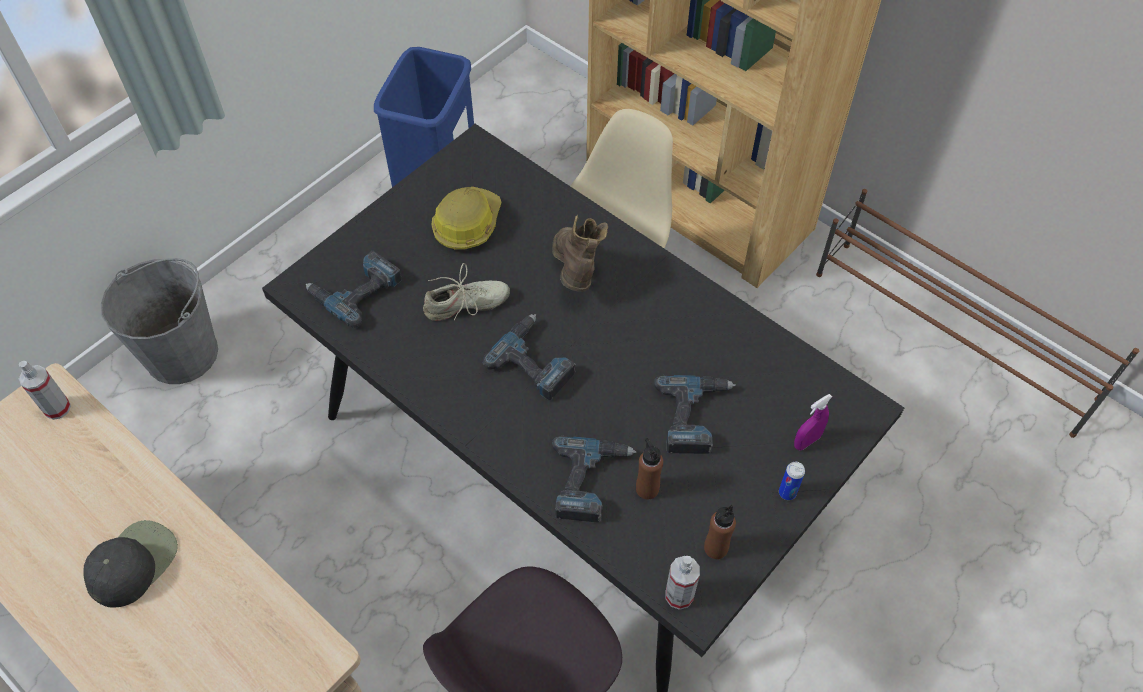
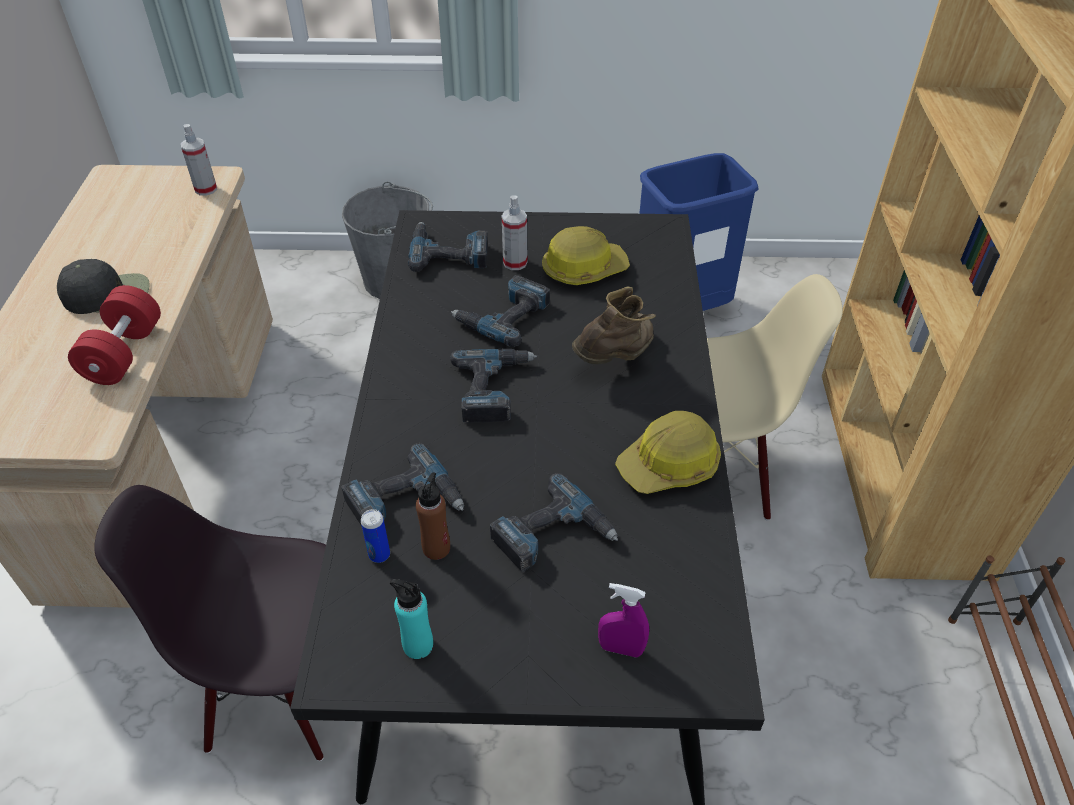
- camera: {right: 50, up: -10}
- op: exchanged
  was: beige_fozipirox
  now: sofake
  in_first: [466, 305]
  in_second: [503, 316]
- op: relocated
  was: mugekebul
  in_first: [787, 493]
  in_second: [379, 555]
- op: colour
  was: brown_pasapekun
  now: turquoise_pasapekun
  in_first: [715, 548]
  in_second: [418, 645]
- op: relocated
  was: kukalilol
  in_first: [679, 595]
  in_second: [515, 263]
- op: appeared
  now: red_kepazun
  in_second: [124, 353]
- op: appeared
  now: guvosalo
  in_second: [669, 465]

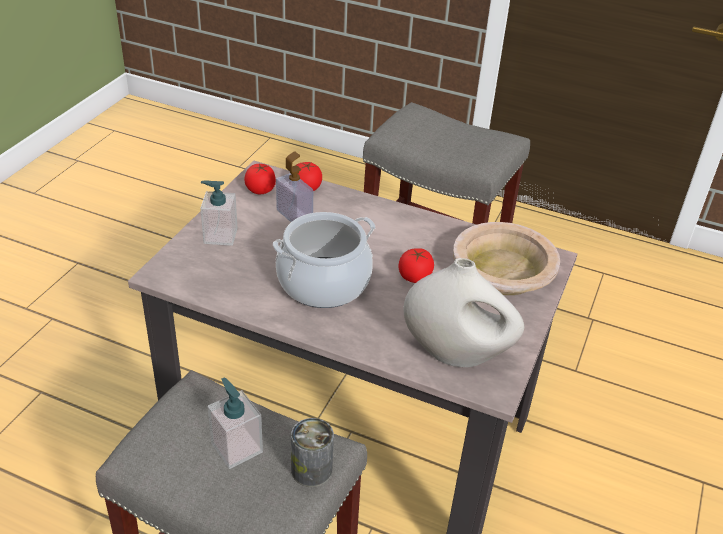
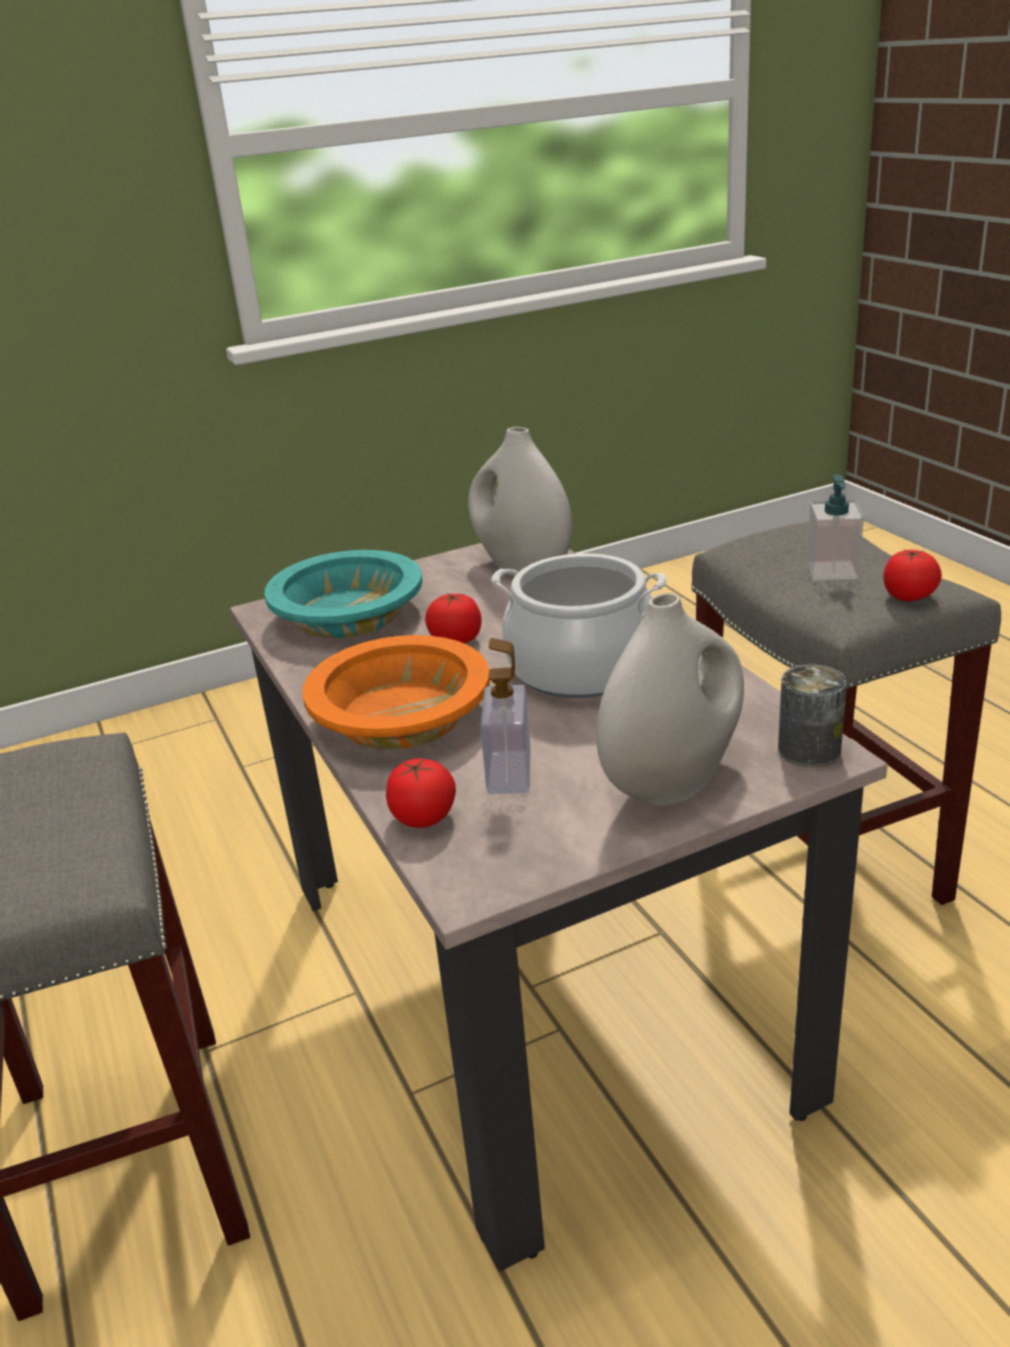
- camera: {right: -135, up: -10}
- op: relocated
  was: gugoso
  in_first: [260, 190]
  in_second: [909, 596]
- op: exchanged
  was: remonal
  now: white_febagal
  in_first: [220, 236]
  in_second: [673, 781]
- op: colour
  was: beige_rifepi
  now: turquoise_rifepi
  in_first: [502, 272]
  in_second: [349, 614]
- op: relocated
  was: mugekebul
  in_first: [311, 469]
  in_second: [809, 750]
- op: appeared
  now: orange_rifepi
  in_second: [401, 716]

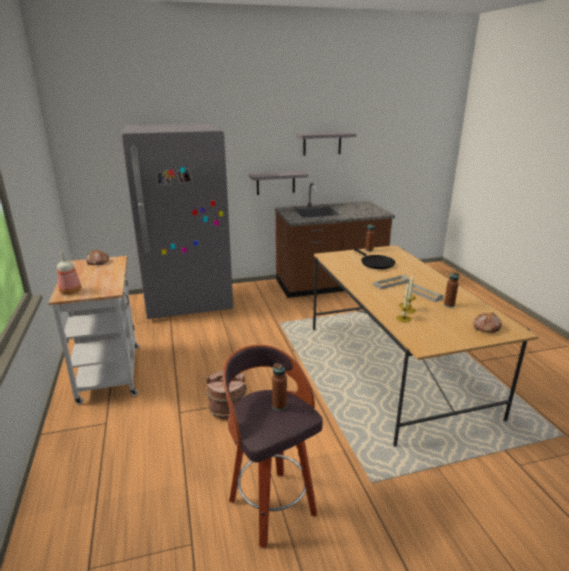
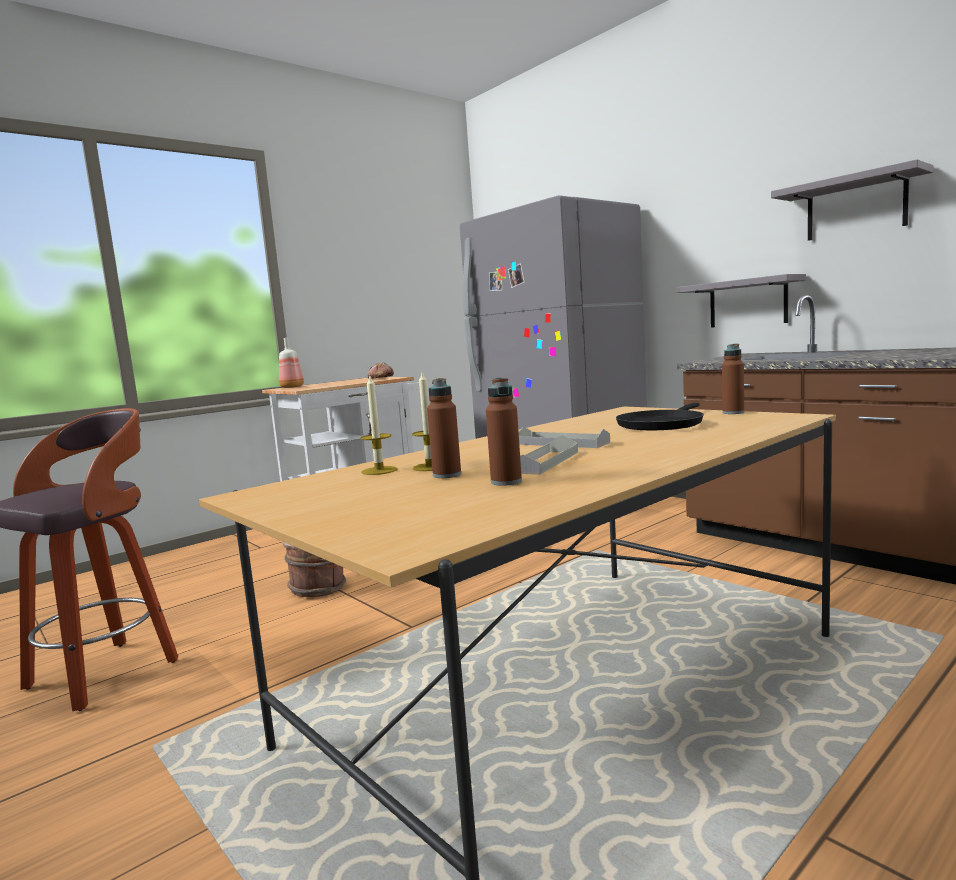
- camera: {right: 65, up: -15}
- op: missing
  was: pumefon
  in_first: [486, 327]
- op: relocated
  was: brown_pasapekun
  in_first: [279, 406]
  in_second: [447, 475]

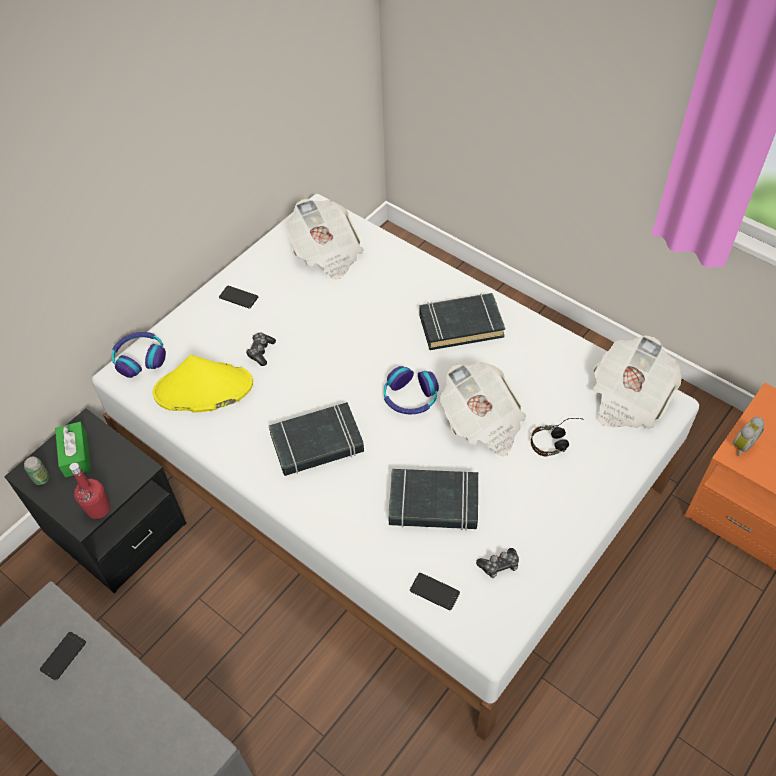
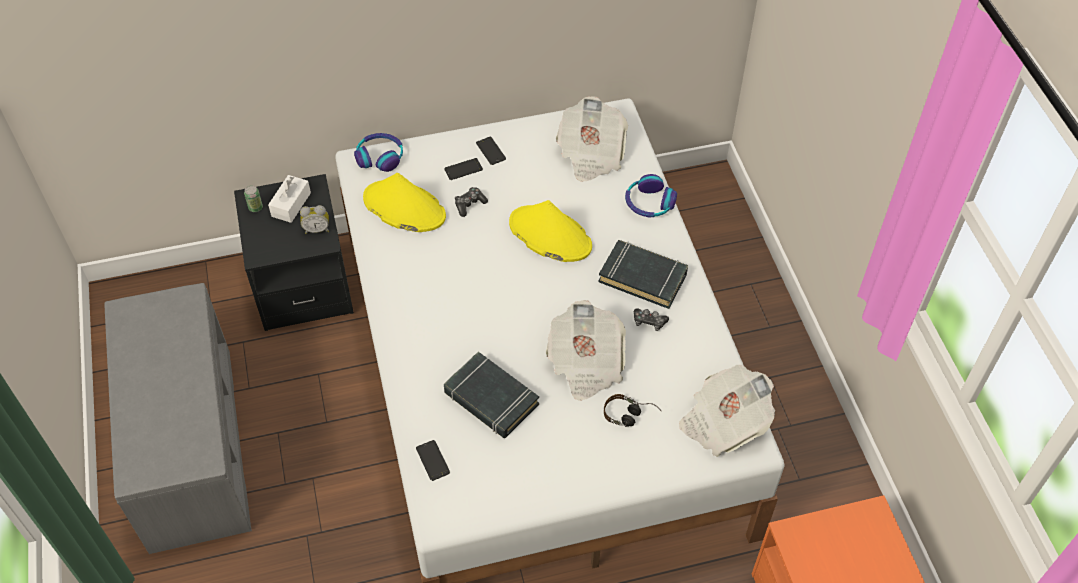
- camera: {right: 35, up: 0}
- op: relocated
  was: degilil
  in_first: [410, 397]
  in_second: [649, 203]
- op: missing
  was: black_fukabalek
  in_first: [317, 443]
- op: relocated
  was: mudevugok
  in_first: [741, 445]
  in_second: [317, 229]
- op: colour
  was: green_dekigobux
  now: white_dekigobux
  in_first: [76, 454]
  in_second: [291, 204]
- op: missing
  was: red_pasapekun
  in_first: [98, 509]
- op: relocated
  was: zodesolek
  in_first: [499, 566]
  in_second: [649, 322]
- op: relocated
  was: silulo
  in_first: [63, 656]
  in_second: [463, 169]
- op: appeared
  now: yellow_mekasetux
  in_second: [549, 235]

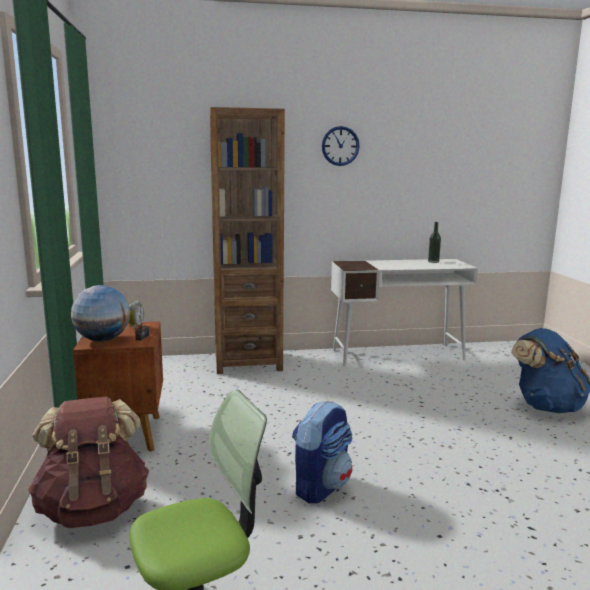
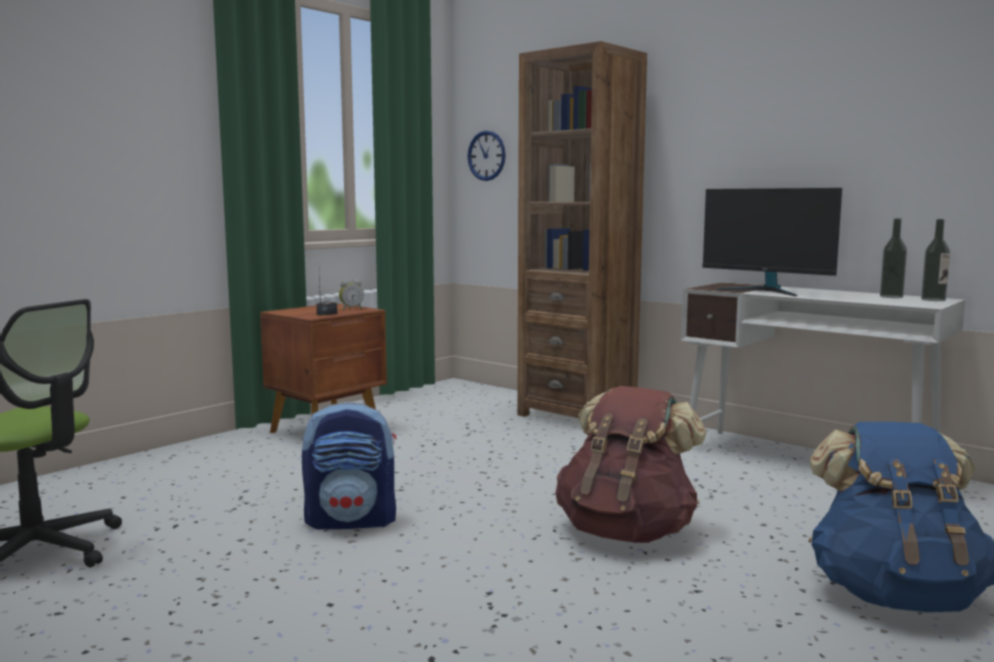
- camera: {right: 50, up: -5}
- op: relocated
  was: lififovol
  in_first: [340, 146]
  in_second: [486, 155]
- op: missing
  was: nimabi
  in_first: [103, 340]
- op: relocated
  was: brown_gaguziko
  in_first: [93, 508]
  in_second: [626, 532]
- op: appeared
  now: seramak
  in_second: [766, 291]
- op: appeared
  now: pasapekun
  in_second: [933, 300]

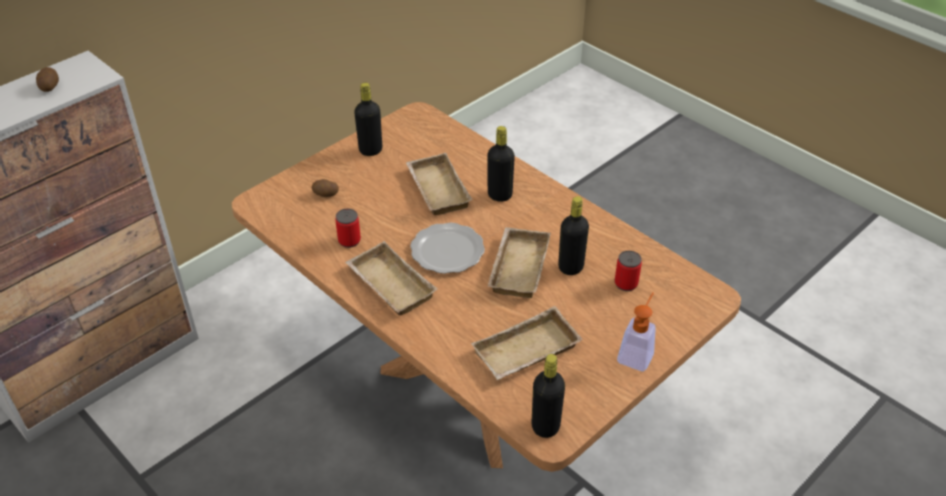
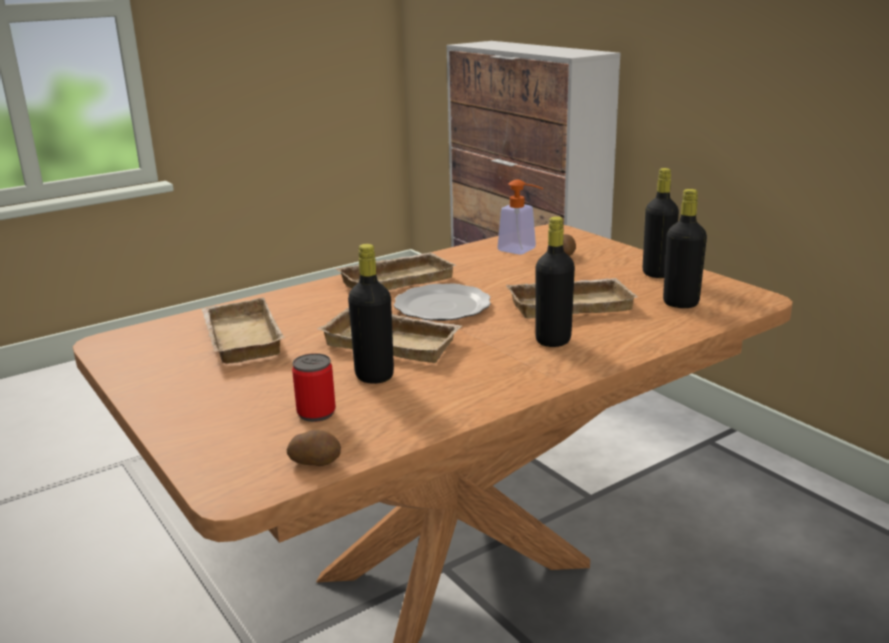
- camera: {right: 100, up: -20}
- op: relocated
  was: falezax
  in_first: [49, 87]
  in_second: [315, 461]
- op: missing
  was: mugekebul
  in_first: [349, 241]
- op: relocated
  was: remonal
  in_first: [637, 353]
  in_second: [522, 251]
- op: relocated
  was: black_pasapekun
  in_first: [545, 426]
  in_second: [680, 303]

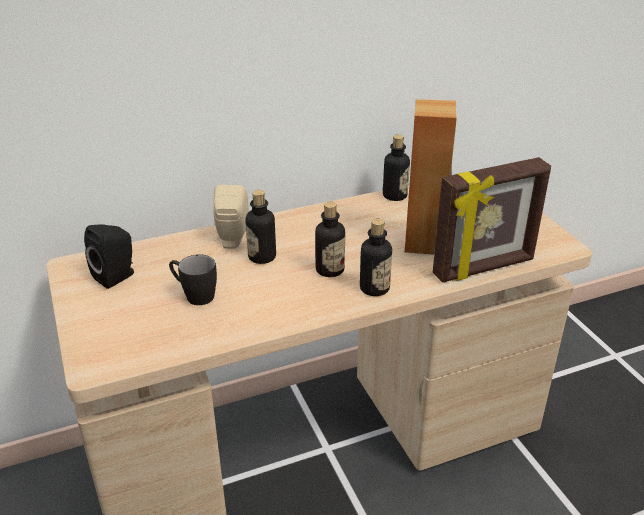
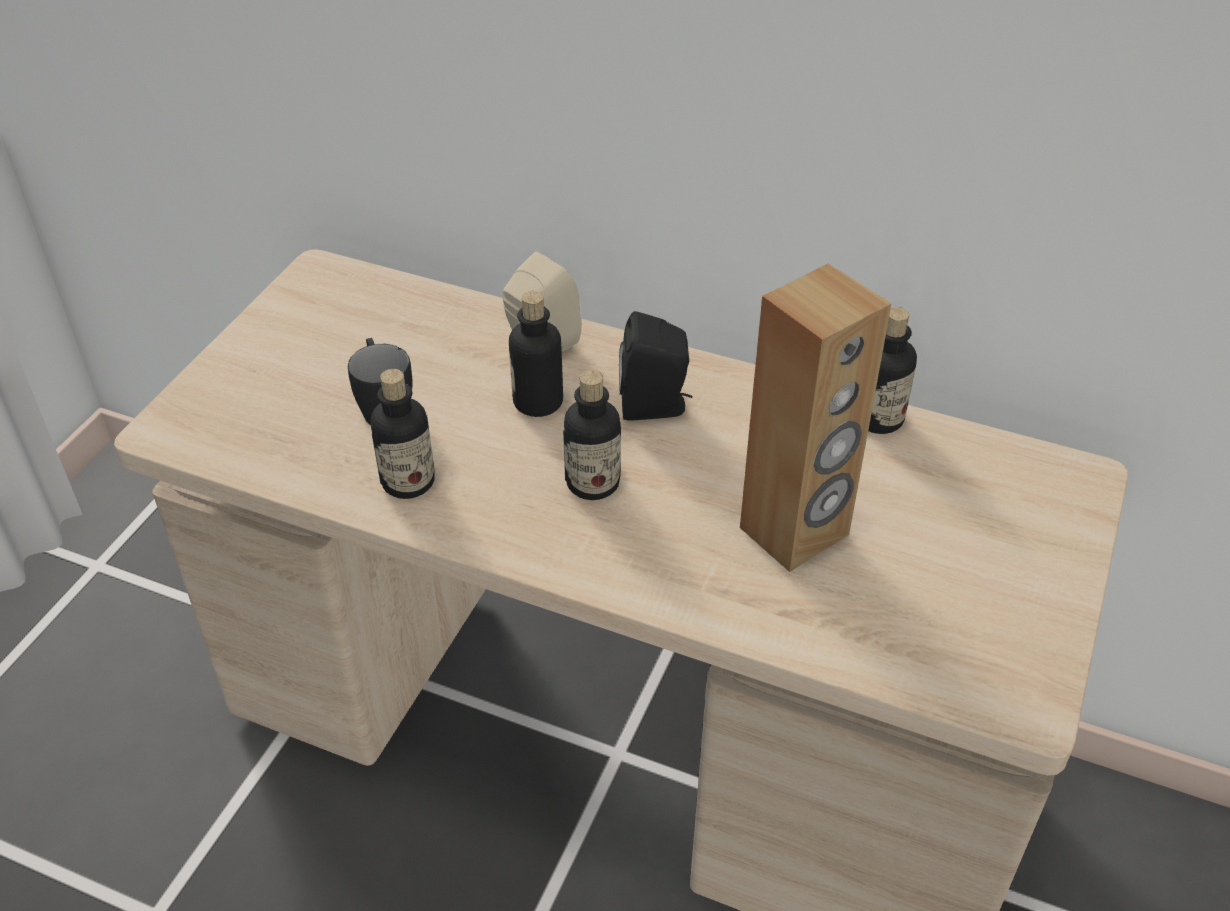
- camera: {right: 45, up: 10}
- op: missing
  was: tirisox
  in_first: [484, 268]
- op: relocated
  was: pasapekun
  in_first: [374, 288]
  in_second: [408, 482]
- op: relocated
  was: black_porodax
  in_first: [117, 276]
  in_second: [656, 407]

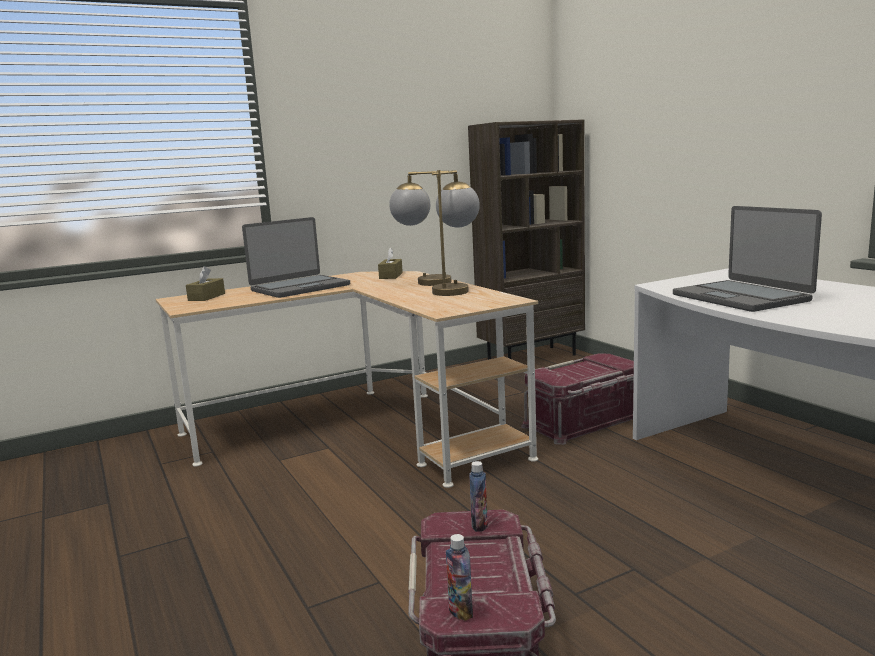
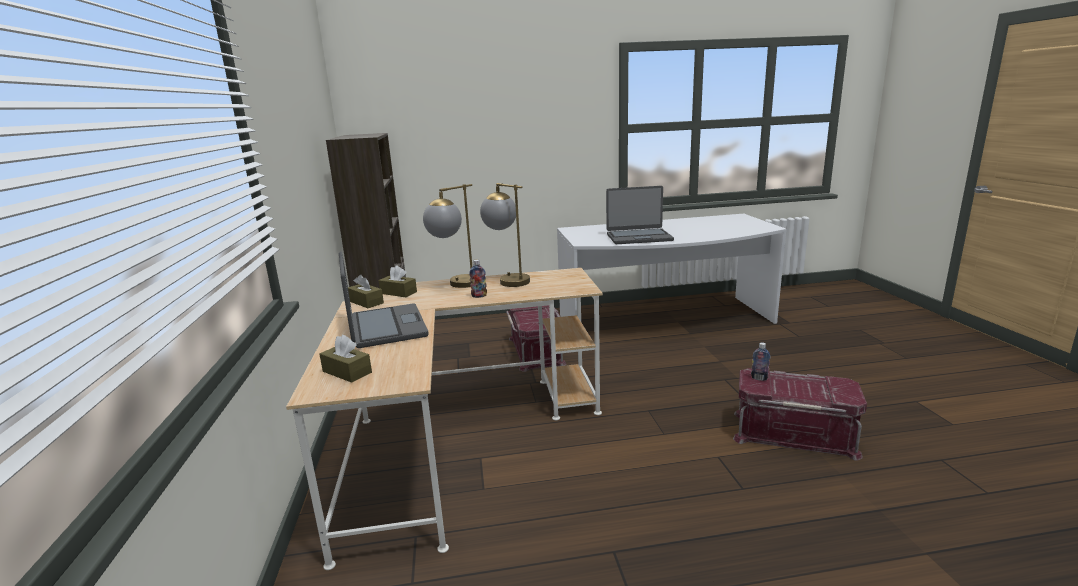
- camera: {right: -70, up: 5}
- op: relocated
  was: pasapekun
  in_first: [460, 611]
  in_second: [479, 296]
- op: appeared
  now: brown_dekigobux
  in_second: [366, 302]

